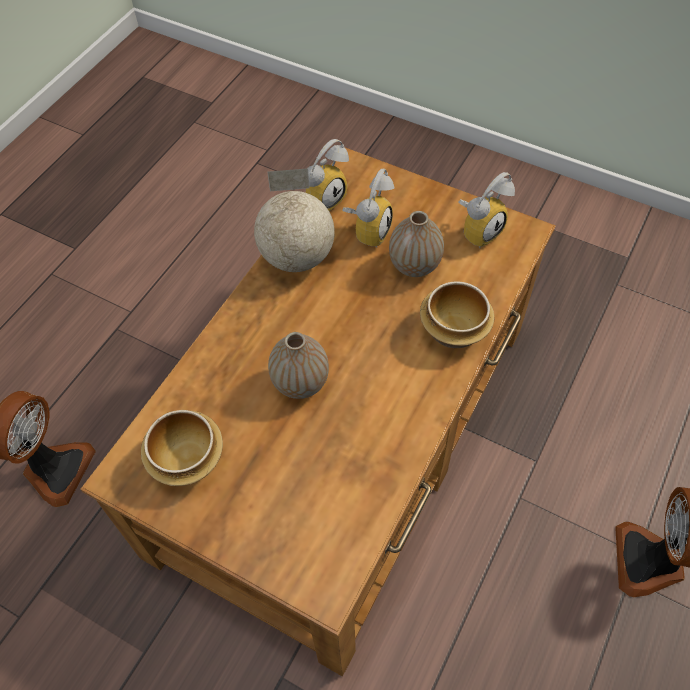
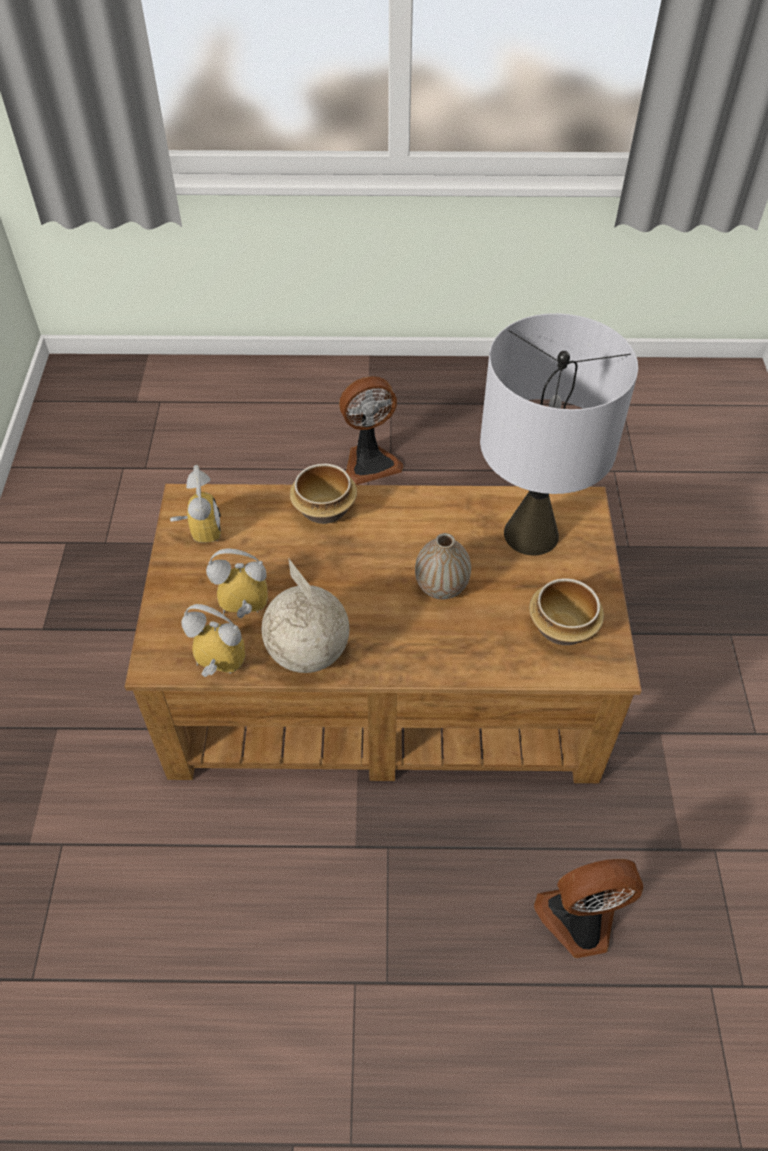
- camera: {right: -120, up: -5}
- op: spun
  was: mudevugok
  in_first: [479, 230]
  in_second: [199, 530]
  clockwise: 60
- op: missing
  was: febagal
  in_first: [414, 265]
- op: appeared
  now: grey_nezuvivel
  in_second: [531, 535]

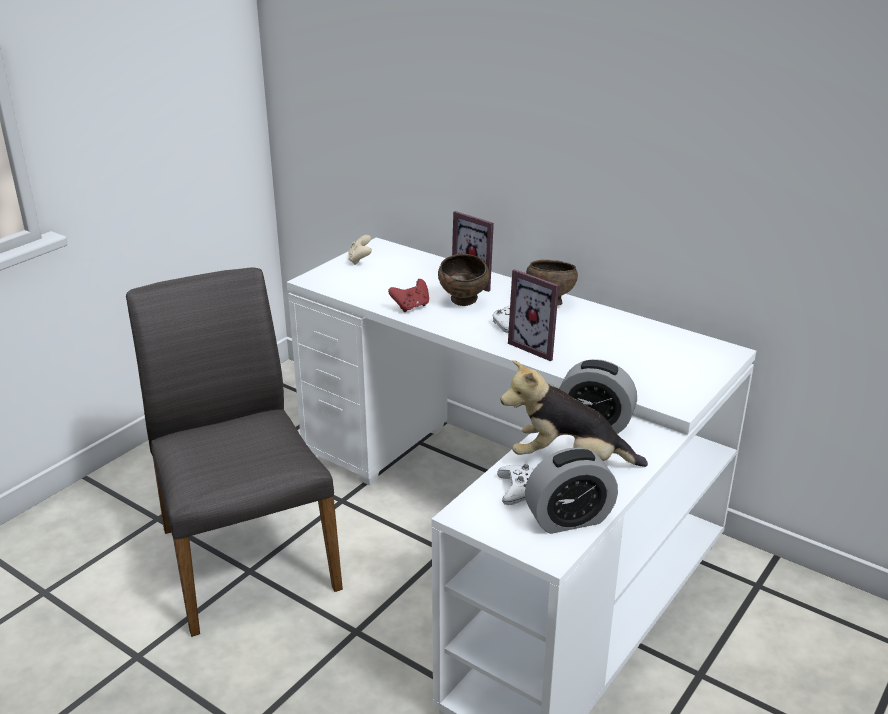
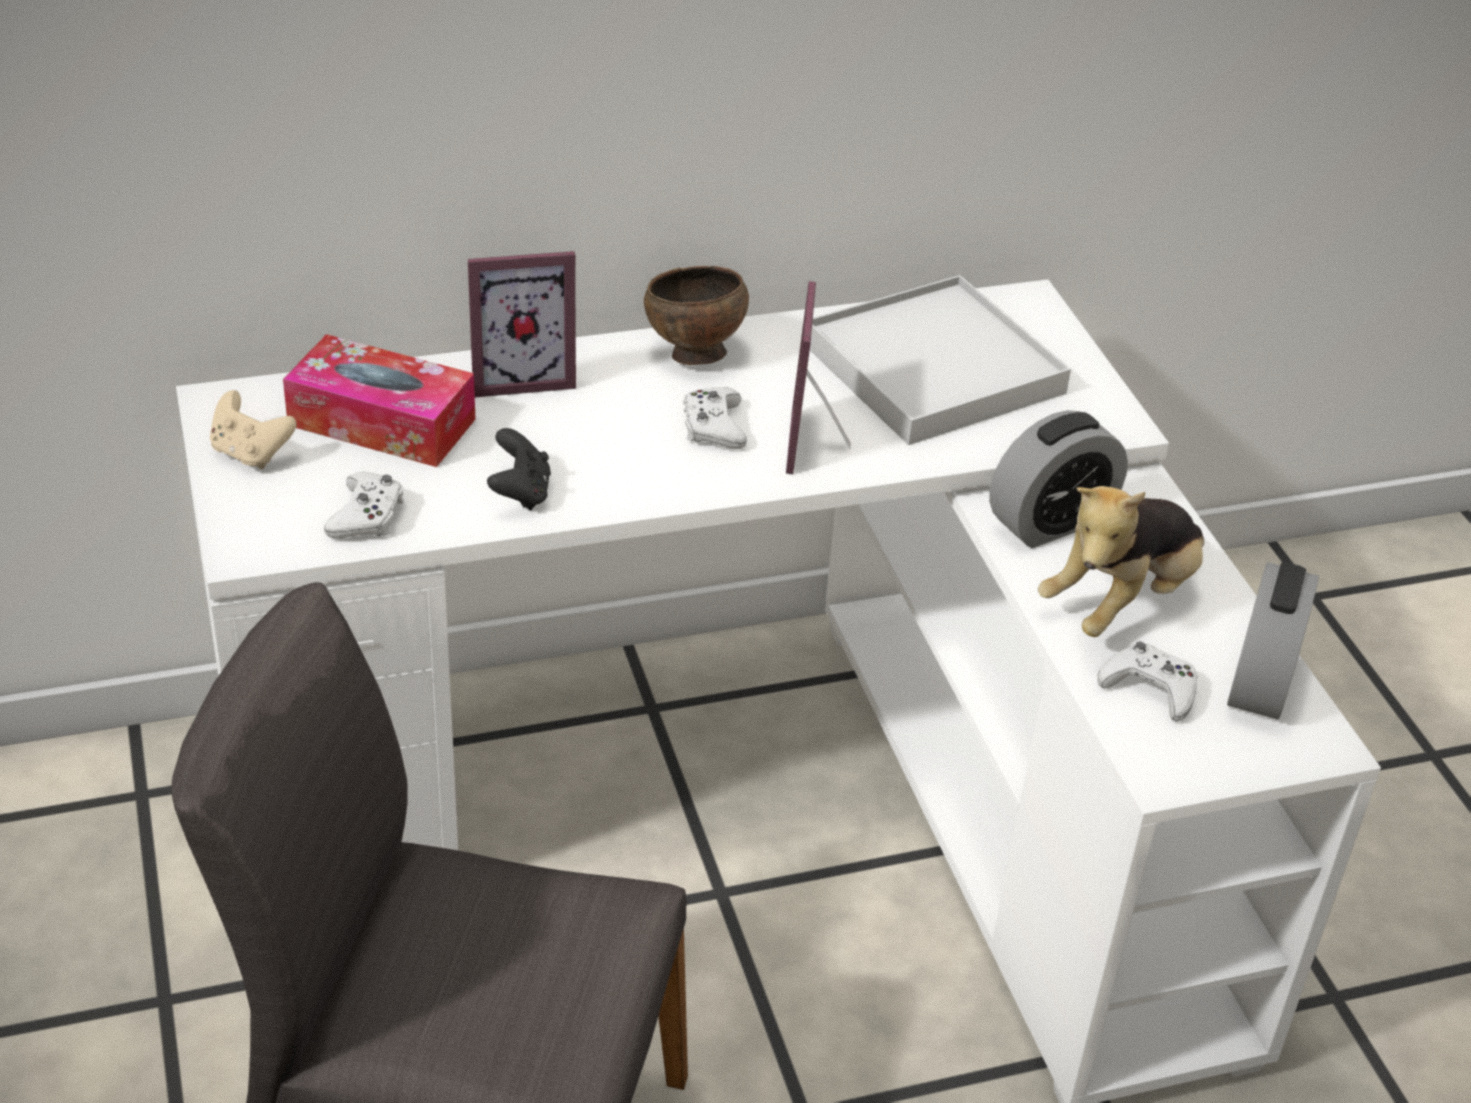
- camera: {right: -55, up: 10}
- op: missing
  was: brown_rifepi
  in_first: [464, 302]
- op: spun
  was: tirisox
  in_first: [538, 346]
  in_second: [819, 444]
  clockwise: 105
- op: colour
  was: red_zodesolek
  now: black_zodesolek
  in_first: [411, 307]
  in_second: [520, 493]
- op: appeared
  now: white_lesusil
  in_second: [932, 368]
- op: appeared
  now: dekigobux
  in_second: [382, 422]
- op: appeared
  now: white_zodesolek
  in_second: [367, 516]

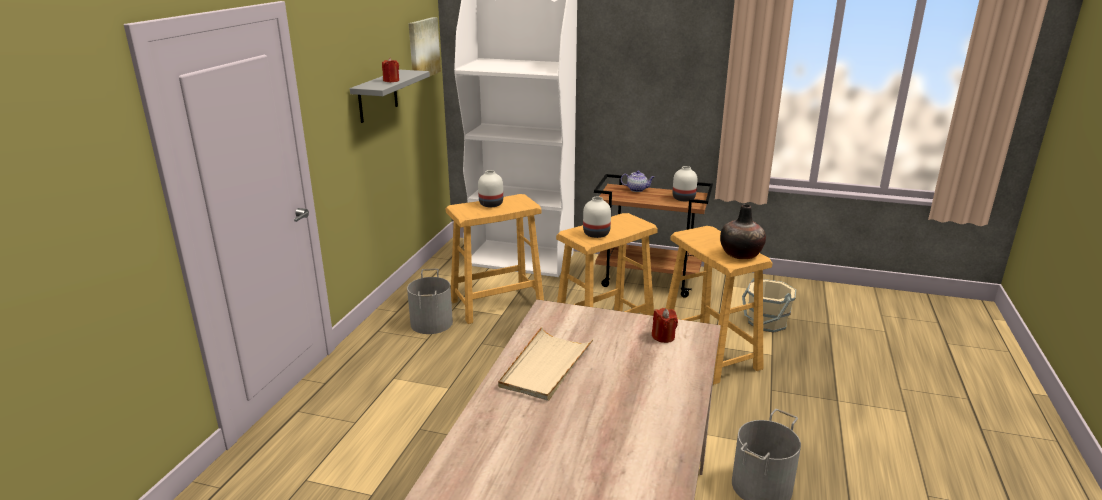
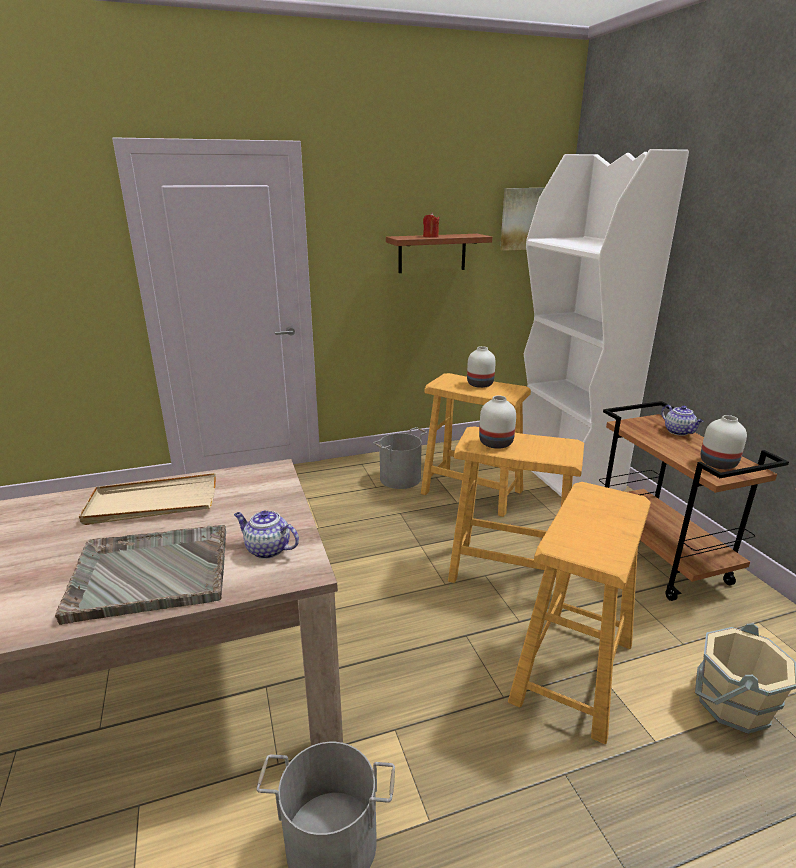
- camera: {right: 55, up: 0}
- op: colour
  was: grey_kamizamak
  now: brown_kamizamak
  in_first: [377, 96]
  in_second: [432, 253]
- op: missing
  was: febagal
  in_first: [740, 254]
- op: exchanged
  was: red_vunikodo
  now: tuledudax
  in_first: [663, 337]
  in_second: [267, 549]
- op: appeared
  now: grey_lesusil
  in_second: [149, 573]

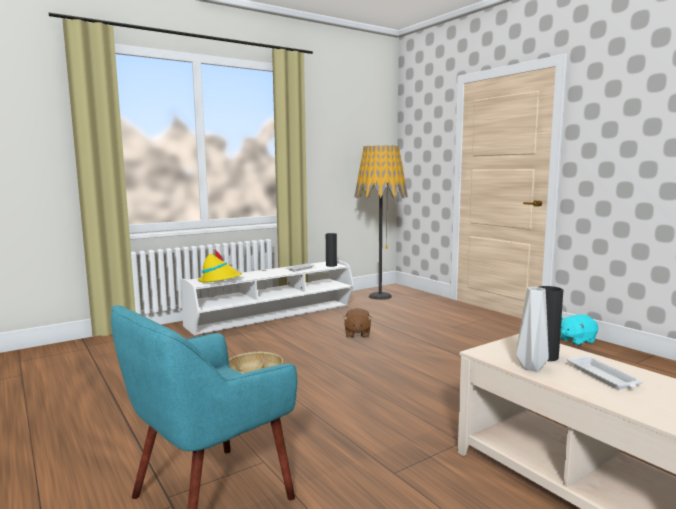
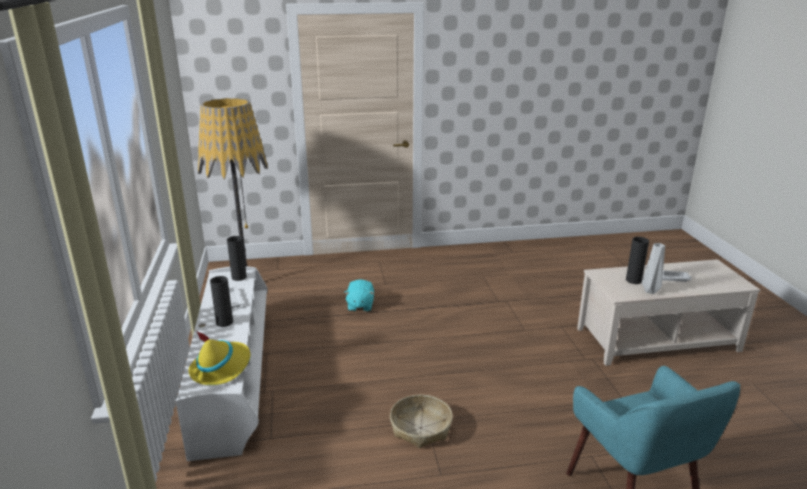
- camera: {right: -65, up: 15}
- op: missing
  was: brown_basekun
  in_first: [357, 334]
- op: relocated
  was: turquoise_basekun
  in_first: [576, 340]
  in_second: [360, 306]
- op: appeared
  now: black_febagal
  in_second: [224, 322]

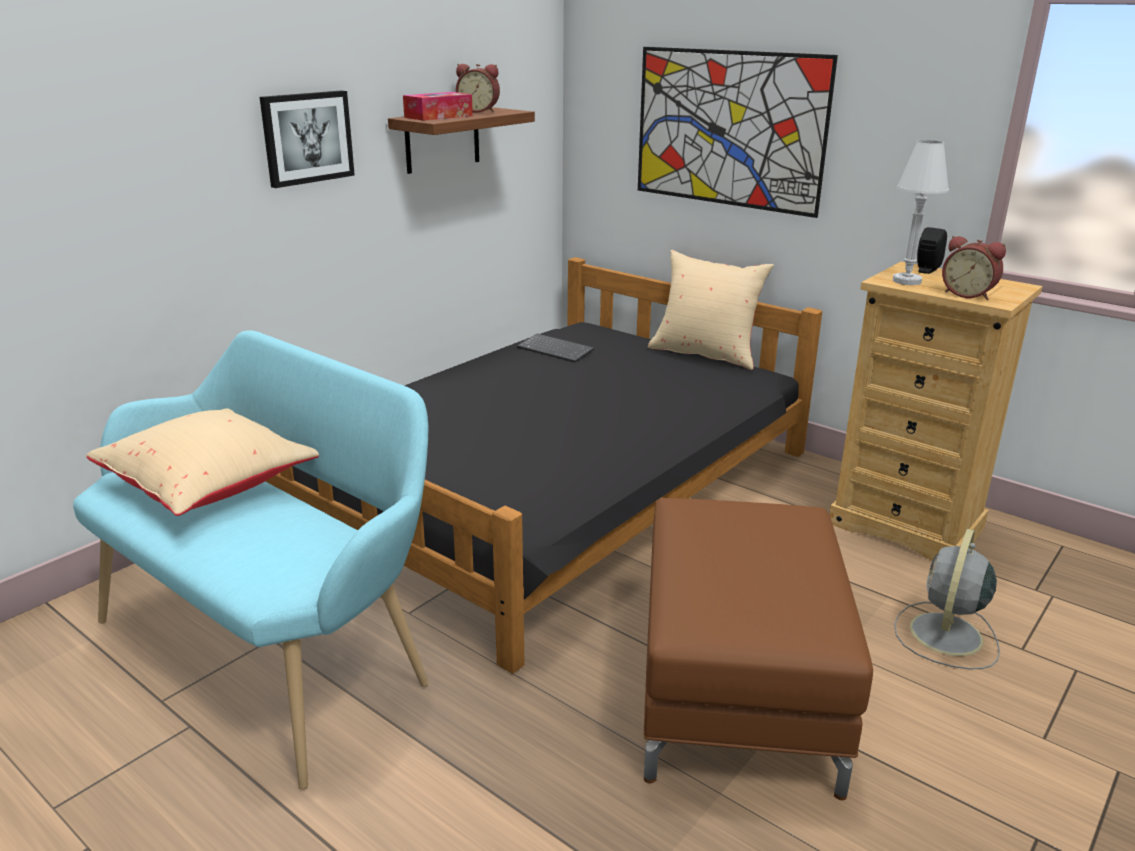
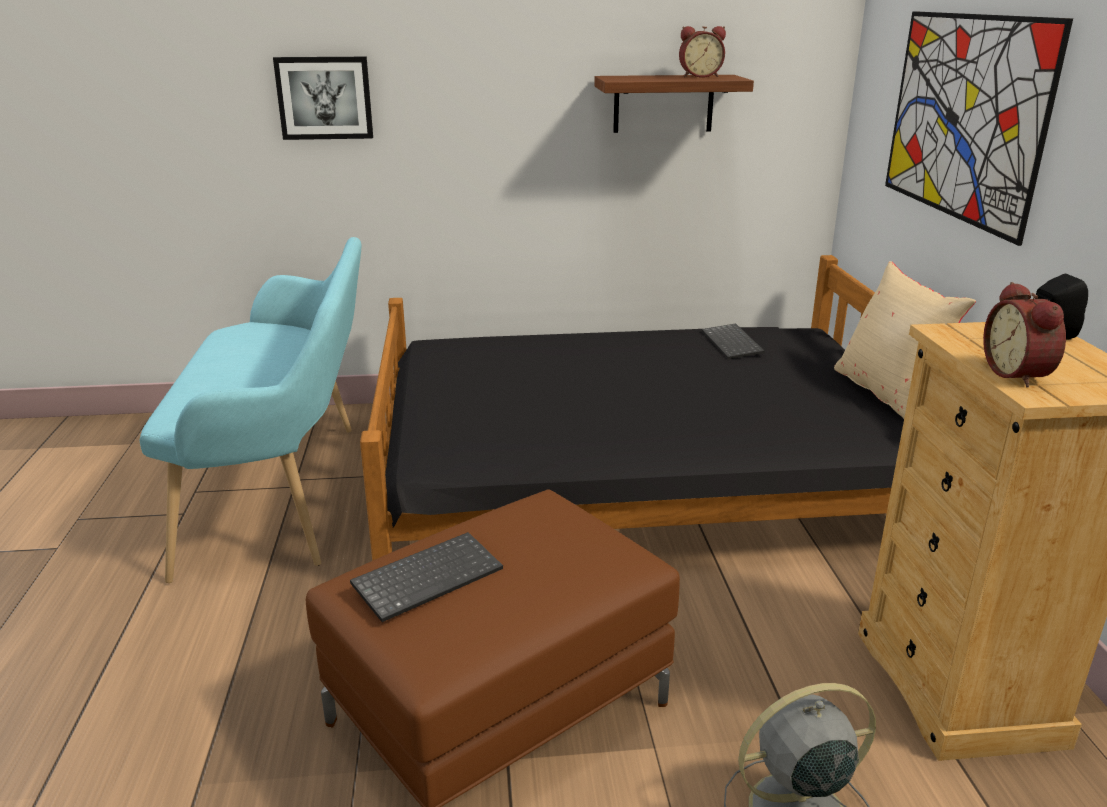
- camera: {right: 45, up: 0}
- op: spun
  was: mudevugok
  in_first: [479, 111]
  in_second: [699, 76]
  clockwise: -60
- op: relocated
  was: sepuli
  in_first: [307, 137]
  in_second: [324, 98]
- op: missing
  was: dekigobux
  in_first: [438, 116]
- op: missing
  was: white_nezuvivel
  in_first: [906, 281]
- op: missing
  was: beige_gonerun
  in_first: [211, 487]
- op: appeared
  now: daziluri
  in_second: [428, 576]

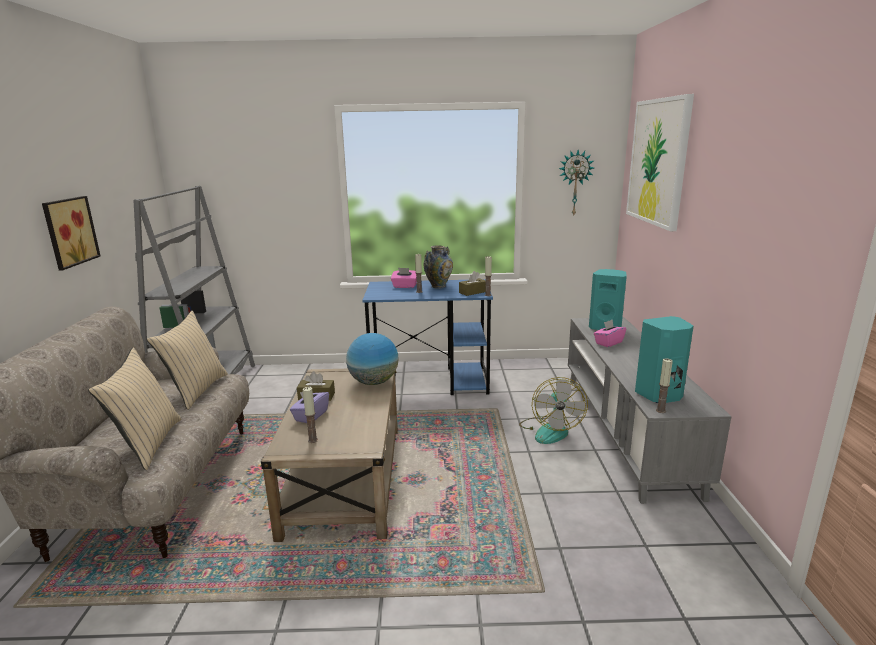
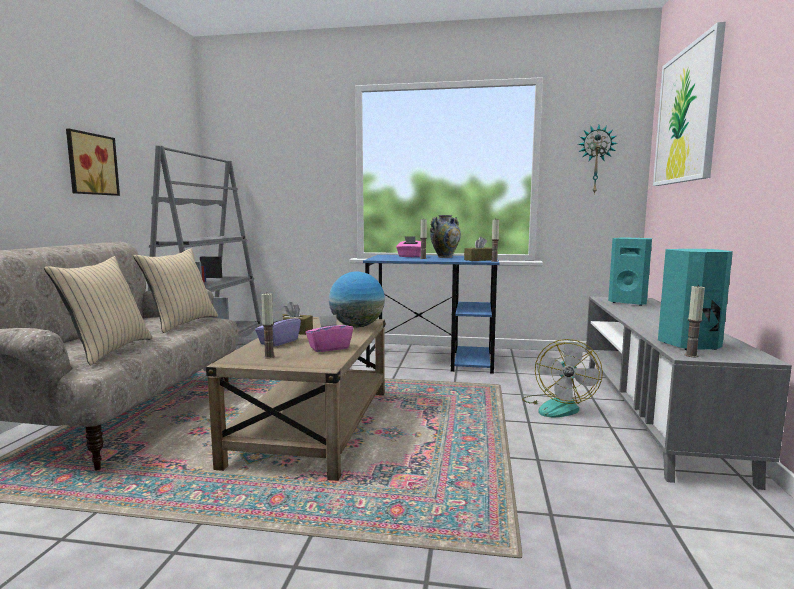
- camera: {right: 10, up: -10}
- op: relocated
  was: pink_dekigobux
  in_first: [608, 343]
  in_second: [329, 348]

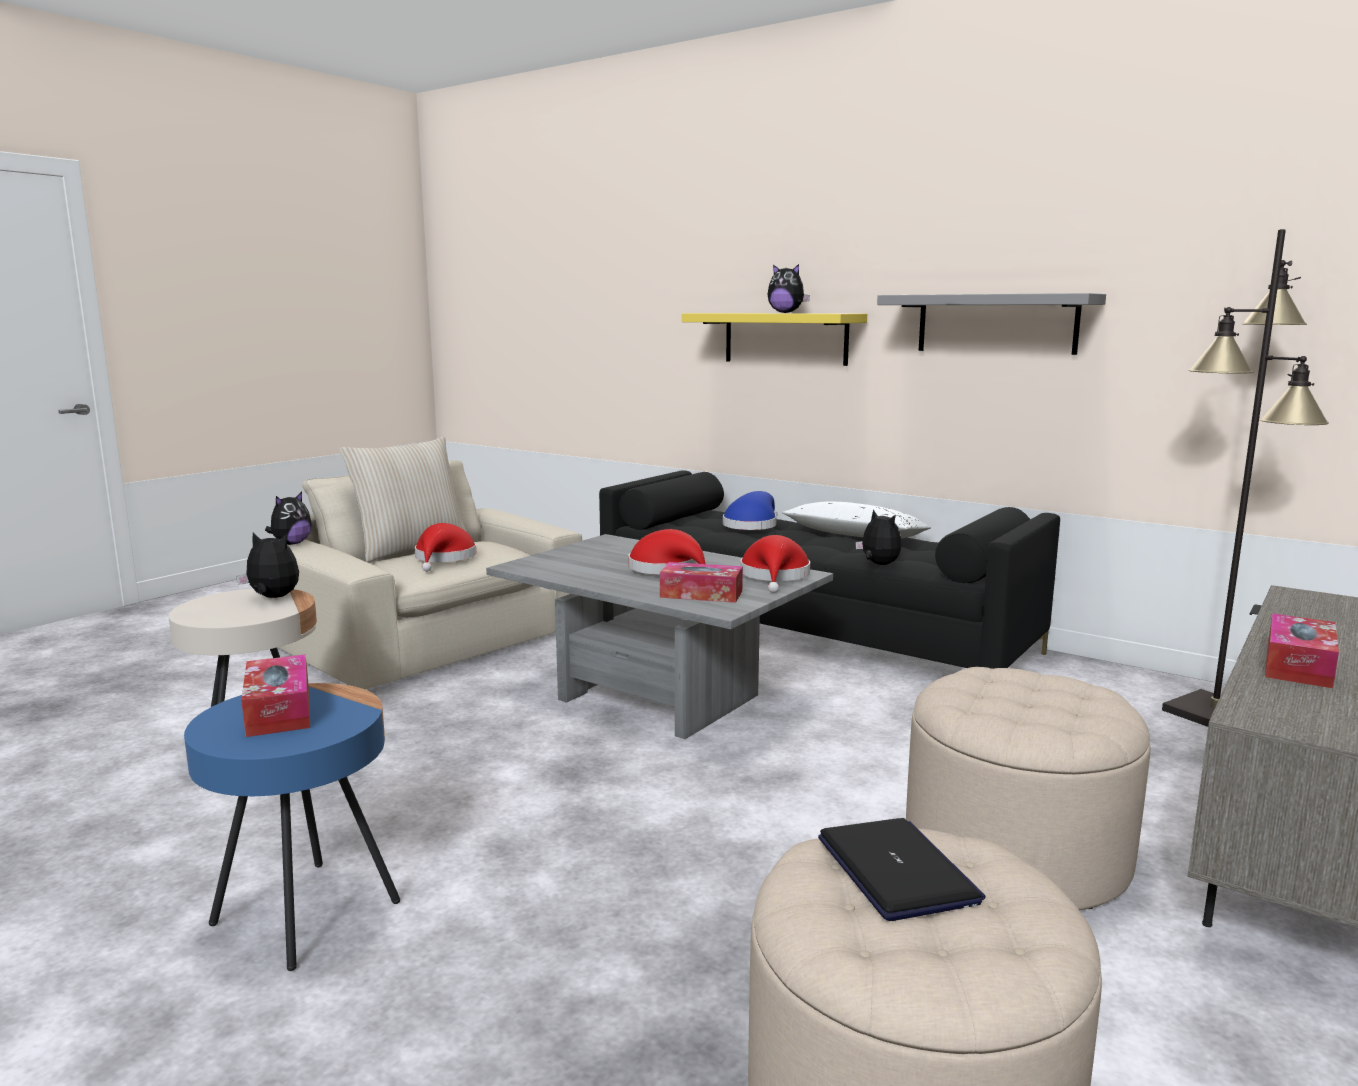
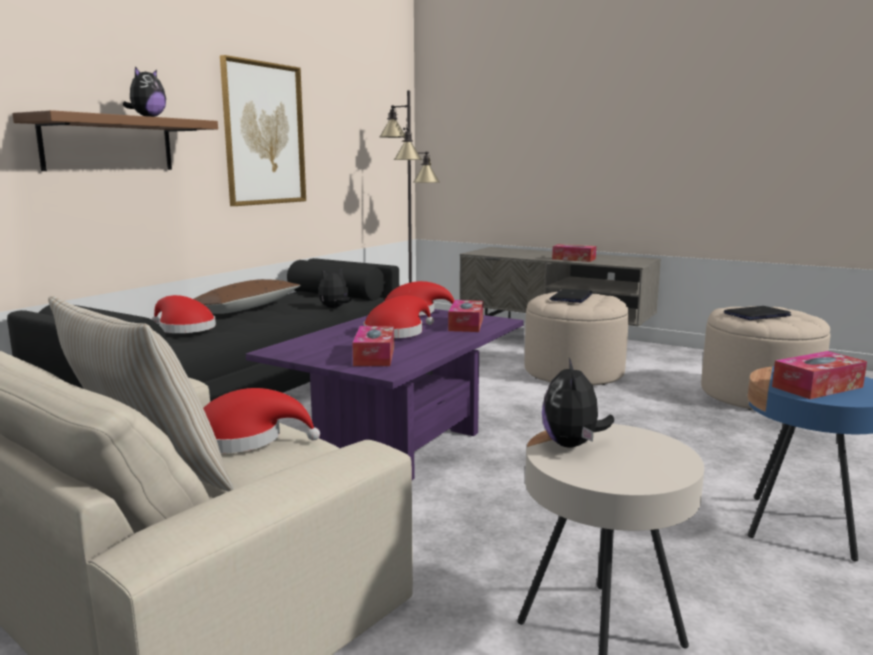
- camera: {right: -95, up: 0}
- op: exchanged
  was: grey_kamizamak
  now: sepuli
  in_first: [996, 324]
  in_second: [264, 134]
- op: colour
  was: yellow_kamizamak
  now: brown_kamizamak
  in_first: [785, 338]
  in_second: [108, 144]
- op: missing
  was: basekun
  in_first: [291, 544]
- op: colour
  was: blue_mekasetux
  now: red_mekasetux
  in_first: [752, 525]
  in_second: [184, 328]
- op: colour
  was: white_gonerun
  now: brown_gonerun
  in_first: [855, 536]
  in_second: [244, 309]
- op: colour
  was: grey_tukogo
  now: purple_tukogo
  in_first: [658, 697]
  in_second: [399, 444]
- op: appeared
  now: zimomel
  in_second: [571, 297]
- op: appeared
  now: dekigobux
  in_second: [374, 356]

